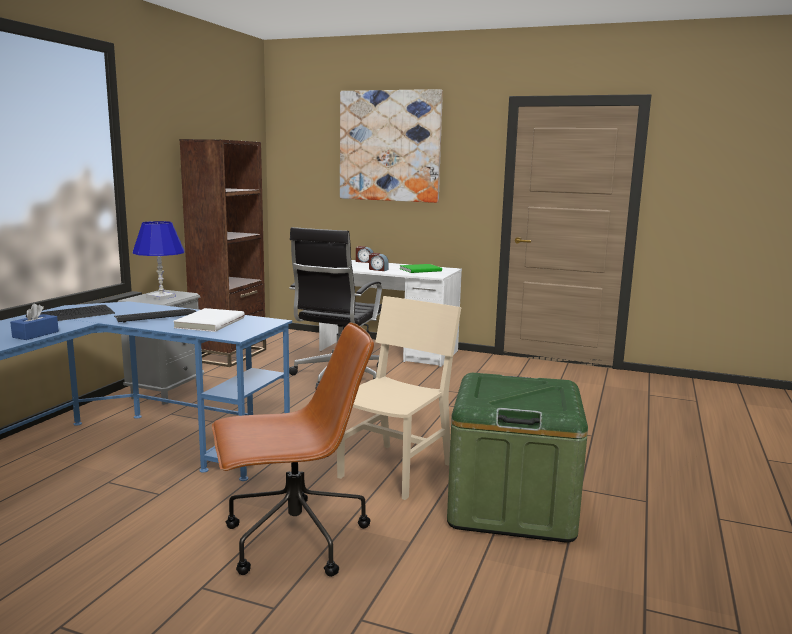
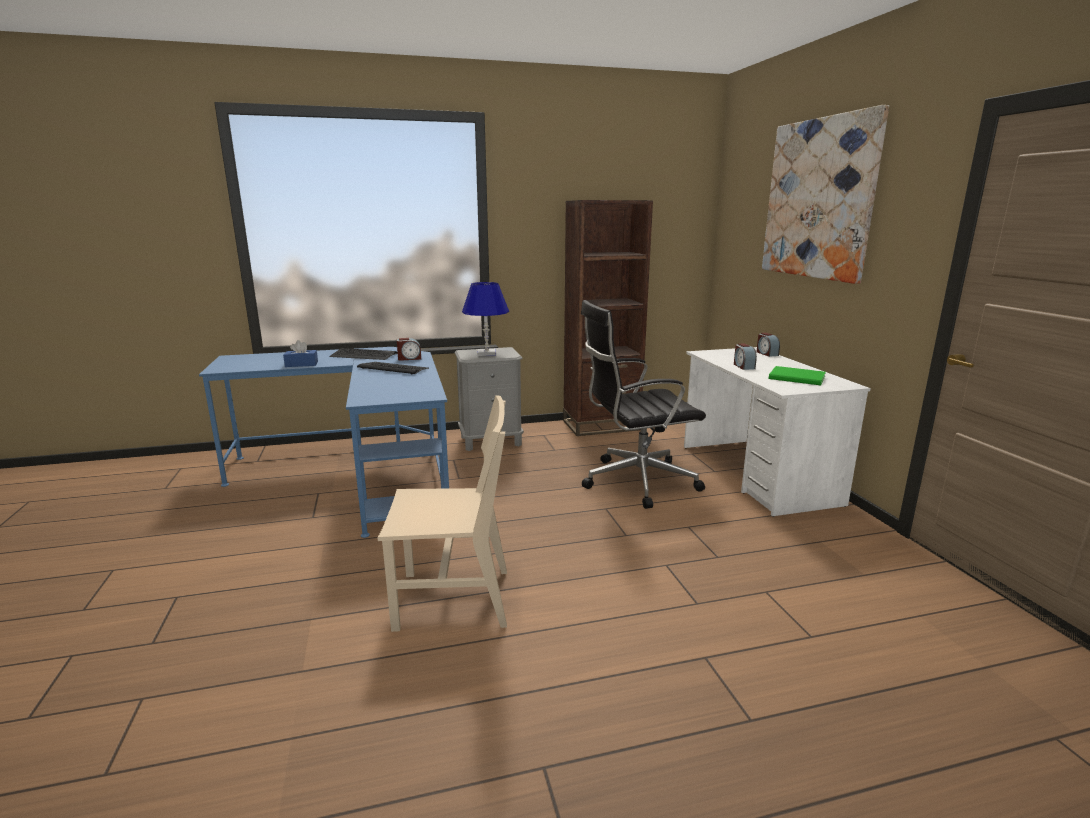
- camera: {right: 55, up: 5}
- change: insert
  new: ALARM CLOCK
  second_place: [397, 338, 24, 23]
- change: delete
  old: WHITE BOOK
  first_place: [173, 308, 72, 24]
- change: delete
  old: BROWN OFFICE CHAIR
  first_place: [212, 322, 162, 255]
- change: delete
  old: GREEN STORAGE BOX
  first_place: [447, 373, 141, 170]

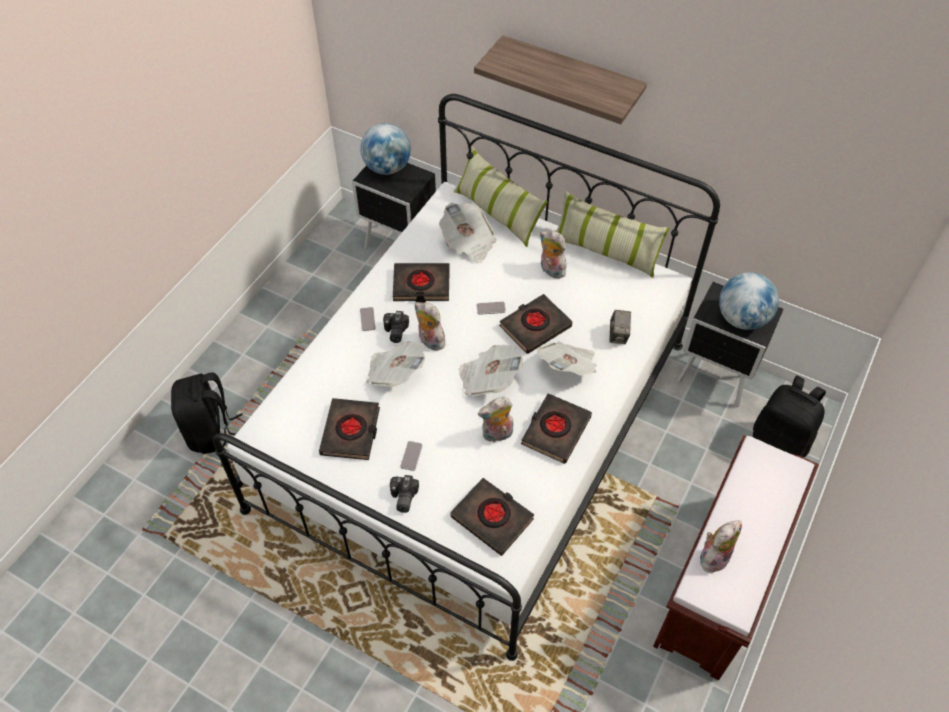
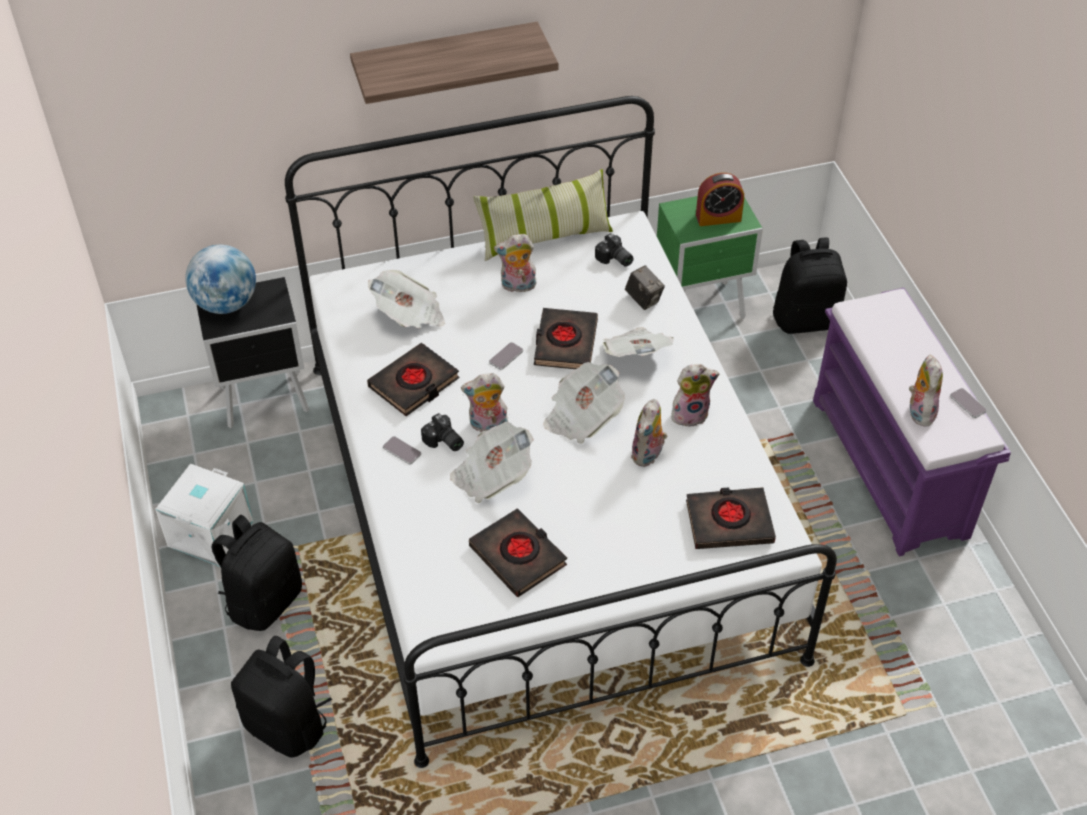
- camera: {right: -45, up: -5}
- change: insert
  new: WHITE STORAGE BOX
  second_place: [155, 463, 98, 104]
- change: insert
  new: BLACK BACKPACK
  second_place: [212, 515, 90, 116]
- change: move
  old: PHOTO CAMERA
  first_place: [390, 475, 29, 38]
  second_place: [595, 233, 39, 34]
- change: recolor
  old: BLACK NIGHTSTAND
  new: GREEN NIGHTSTAND
  first_place: [677, 282, 107, 125]
  second_place: [657, 196, 106, 123]
- change: replace
  old: BLACK BOOK
  new: PLUSH TOY
  first_place: [521, 393, 71, 71]
  second_place: [671, 364, 48, 63]
- change: replace
  old: GLOBE
  new: ALARM CLOCK
  first_place: [719, 272, 60, 58]
  second_place: [696, 173, 48, 53]
- change: recolor
  old: BROWN BENCH
  new: PURPLE BENCH
  first_place: [653, 435, 166, 245]
  second_place: [813, 288, 198, 268]
- change: move
  old: PHONE
  first_place: [400, 441, 23, 30]
  second_place: [950, 388, 37, 30]
- change: delete
  old: PILLOW
  first_place: [454, 146, 94, 101]

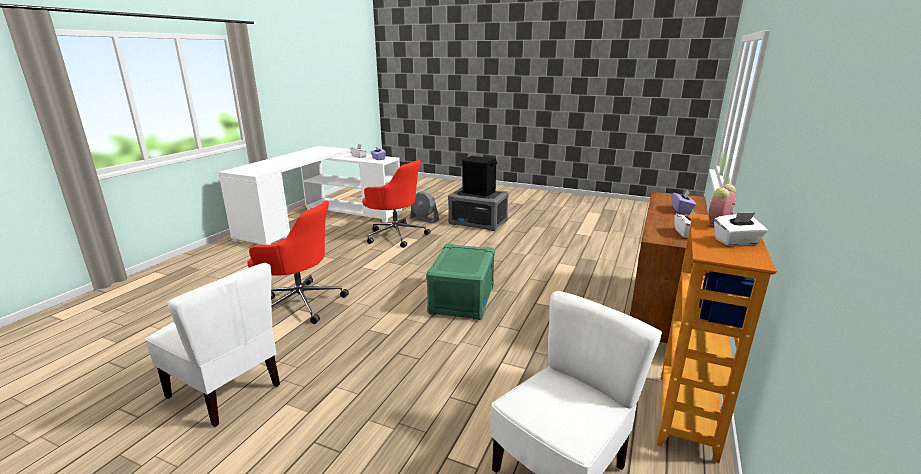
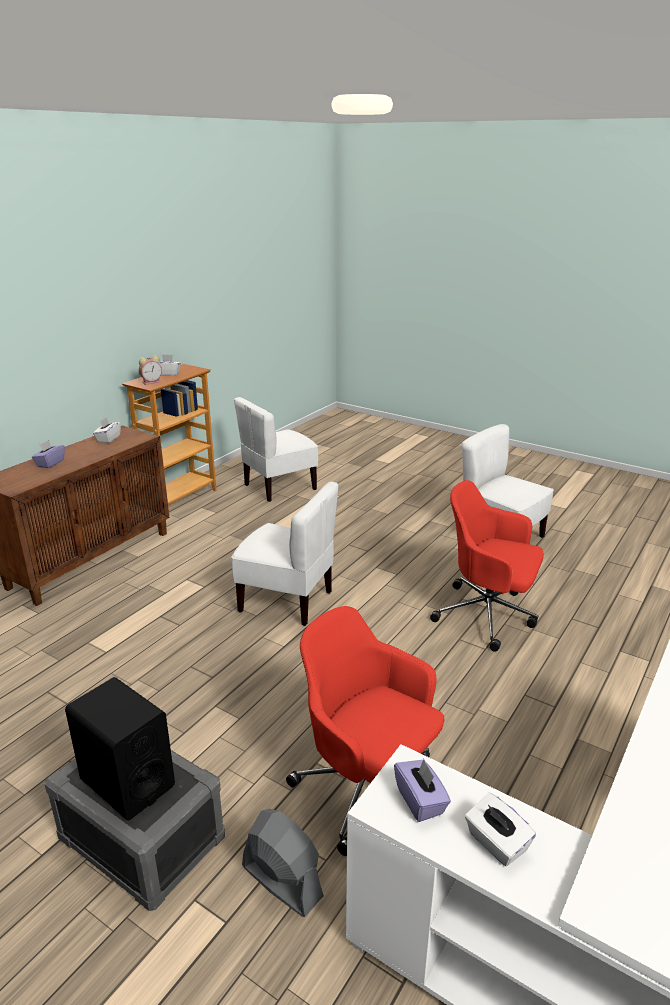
- camera: {right: -170, up: 5}
- change: replace
  old: GREEN STORAGE BOX
  new: WHITE CHAIR
  first_place: [426, 244, 69, 76]
  second_place: [231, 481, 108, 145]

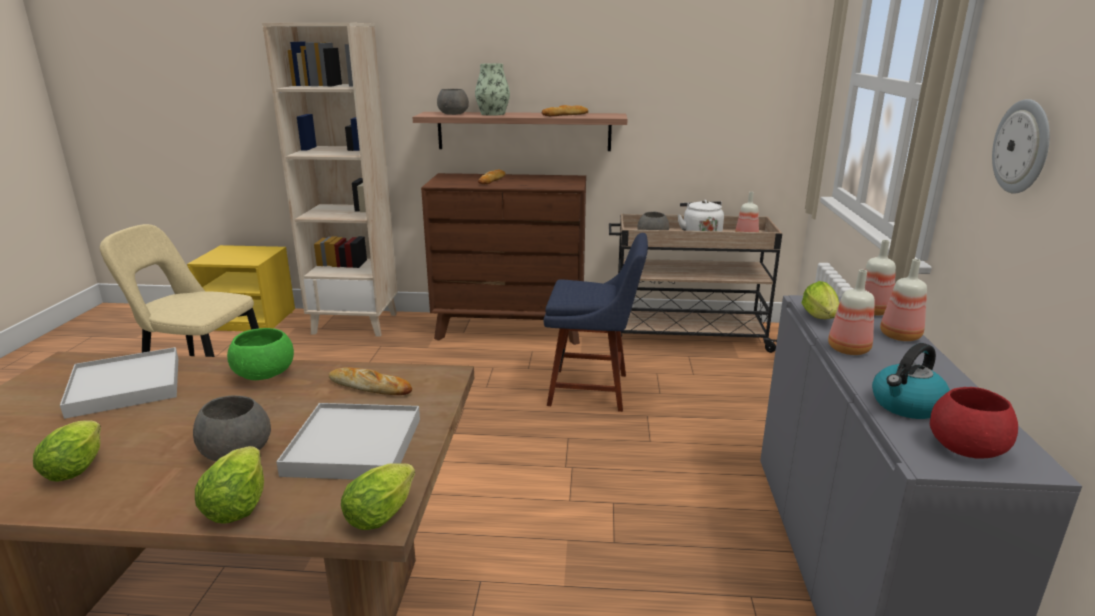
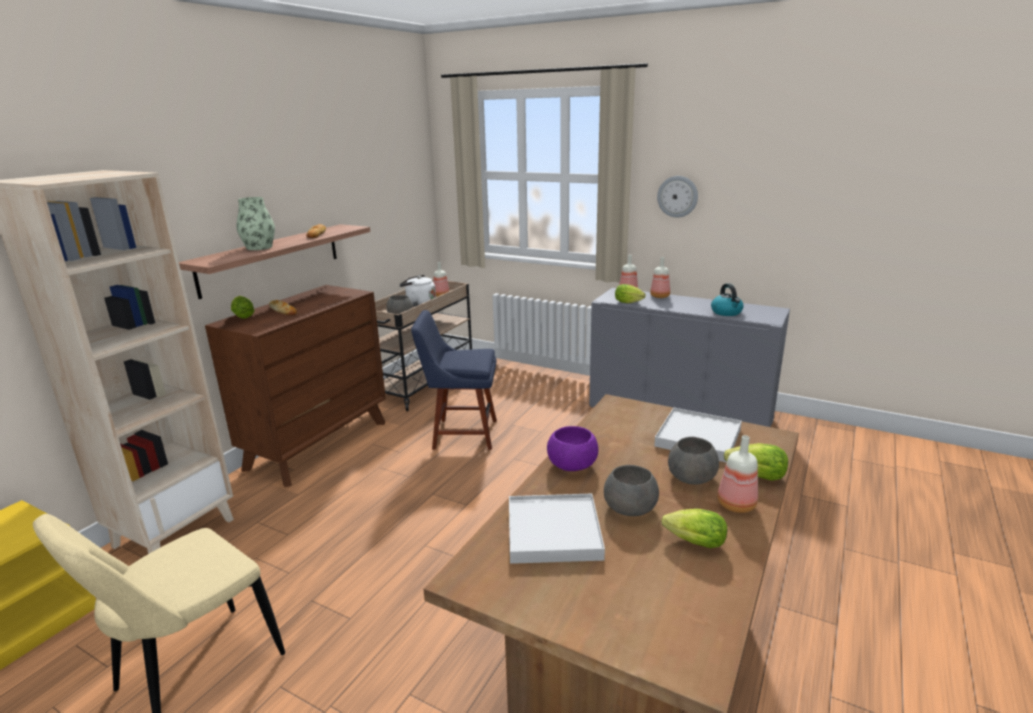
- camera: {right: -65, up: 0}
- change: move
  old: LETTUCE
  first_place: [341, 463, 74, 67]
  second_place: [231, 296, 24, 22]
- change: rotate
  old: BLUE CHAIR
  first_place: [544, 233, 104, 179]
  second_place: [411, 310, 86, 140]
  degrees: -120
- change: recolor
  old: GREEN BOWL
  new: PURPLE BOWL
  first_place: [227, 328, 67, 52]
  second_place: [547, 426, 51, 45]
- change: move
  old: GREY BOWL
  first_place: [437, 89, 32, 26]
  second_place: [604, 465, 55, 51]
- change: move
  old: BOTTLE
  first_place: [828, 270, 47, 85]
  second_place: [717, 435, 41, 78]
- change: delete
  old: BREAD
  first_place: [329, 367, 83, 28]
- change: delete
  old: RED BOWL
  first_place: [930, 387, 88, 72]

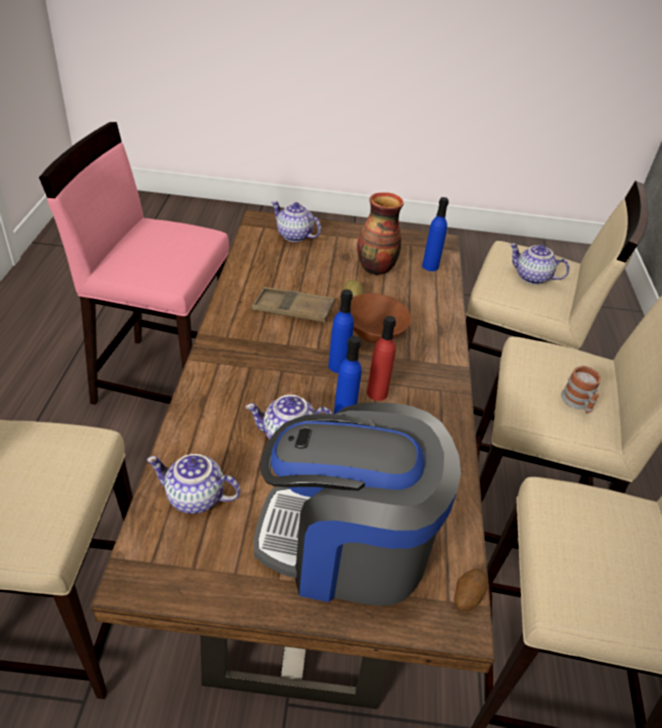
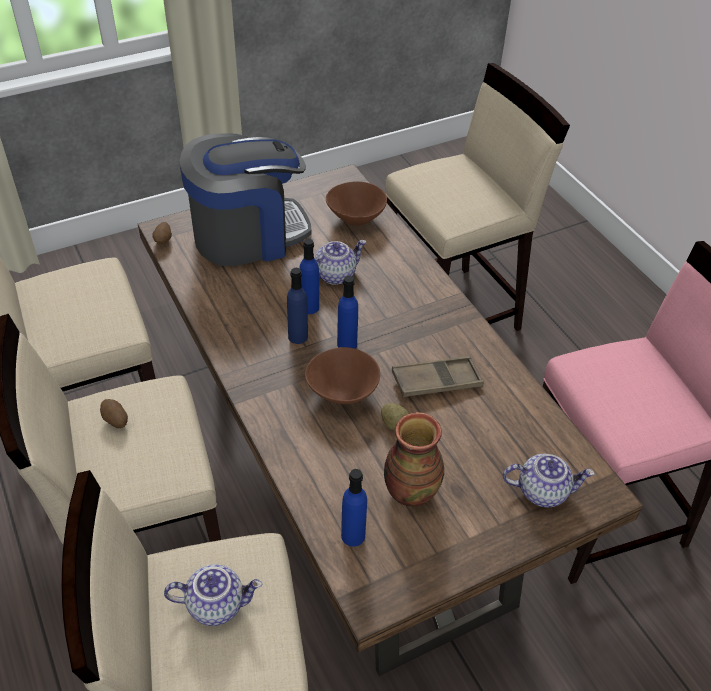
- camera: {right: 150, up: 5}
- change: replace
  old: MUG
  new: POTATO
  first_place: [561, 366, 40, 48]
  second_place: [100, 399, 28, 29]
- change: recolor
  old: RED BOTTLE
  new: BLUE BOTTLE
  first_place: [367, 316, 29, 85]
  second_place: [287, 268, 21, 76]
- change: replace
  old: TEAPOT
  new: BROWN BOWL
  first_place: [147, 454, 93, 60]
  second_place: [326, 181, 61, 45]

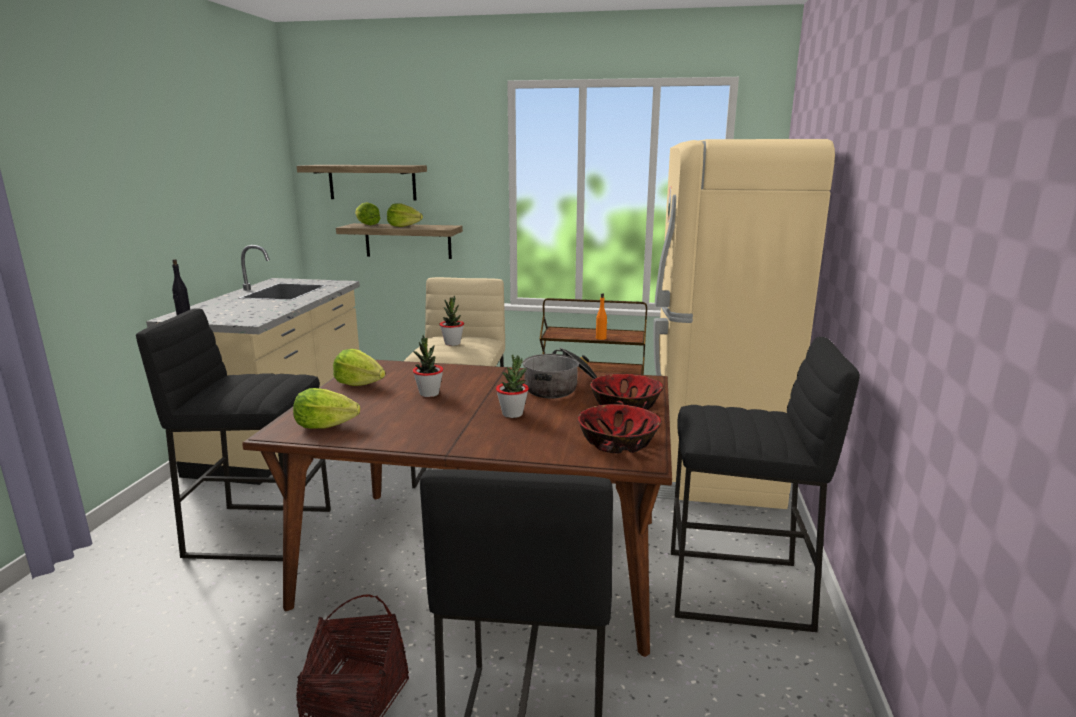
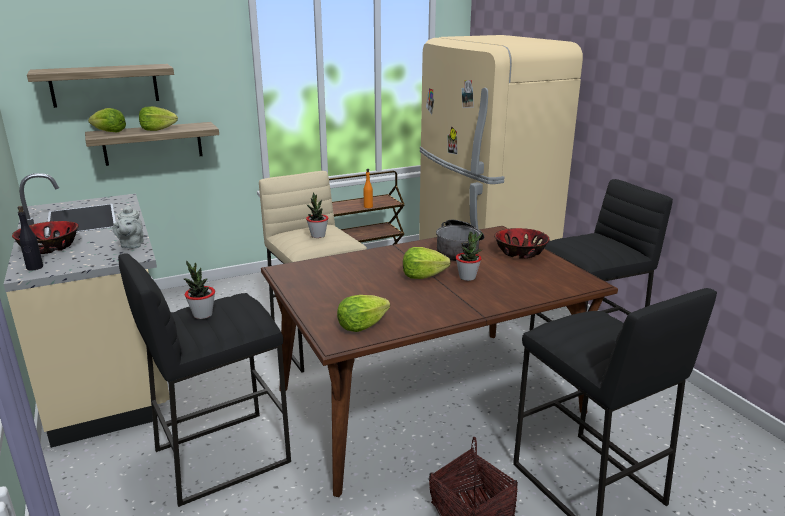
- camera: {right: -35, up: 5}
- change: move
  old: BOWL
  first_place: [578, 404, 84, 50]
  second_place: [12, 221, 67, 33]
- change: insert
  new: GREY TEAPOT
  second_place: [113, 205, 31, 44]
- change: move
  old: POTTED PLANT
  first_place: [413, 335, 30, 62]
  second_place: [184, 260, 31, 59]
- change: move
  old: LETTUCE
  first_place: [333, 349, 52, 37]
  second_place: [403, 247, 48, 32]

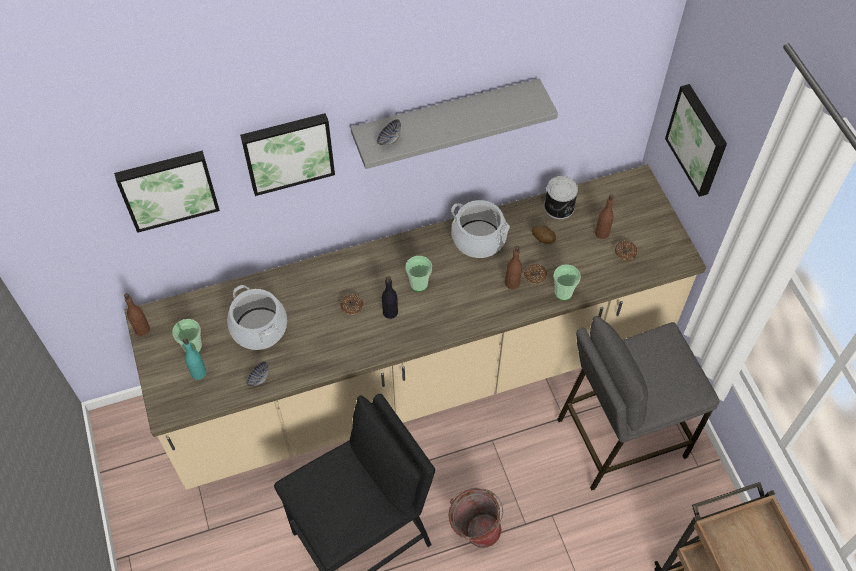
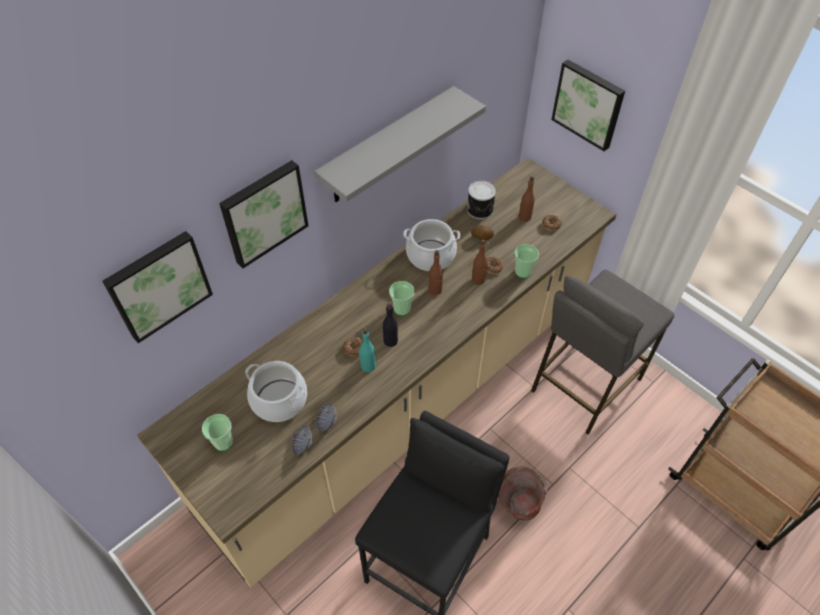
- camera: {right: -25, up: -5}
- change: move
  old: BOWL
  first_place: [377, 119, 24, 26]
  second_place: [316, 403, 21, 28]
- change: move
  old: TURQUOISE BOTTLE
  first_place: [183, 338, 24, 42]
  second_place: [359, 328, 17, 44]
- change: move
  old: BROWN BOTTLE
  first_place: [124, 293, 26, 43]
  second_place: [429, 250, 14, 45]

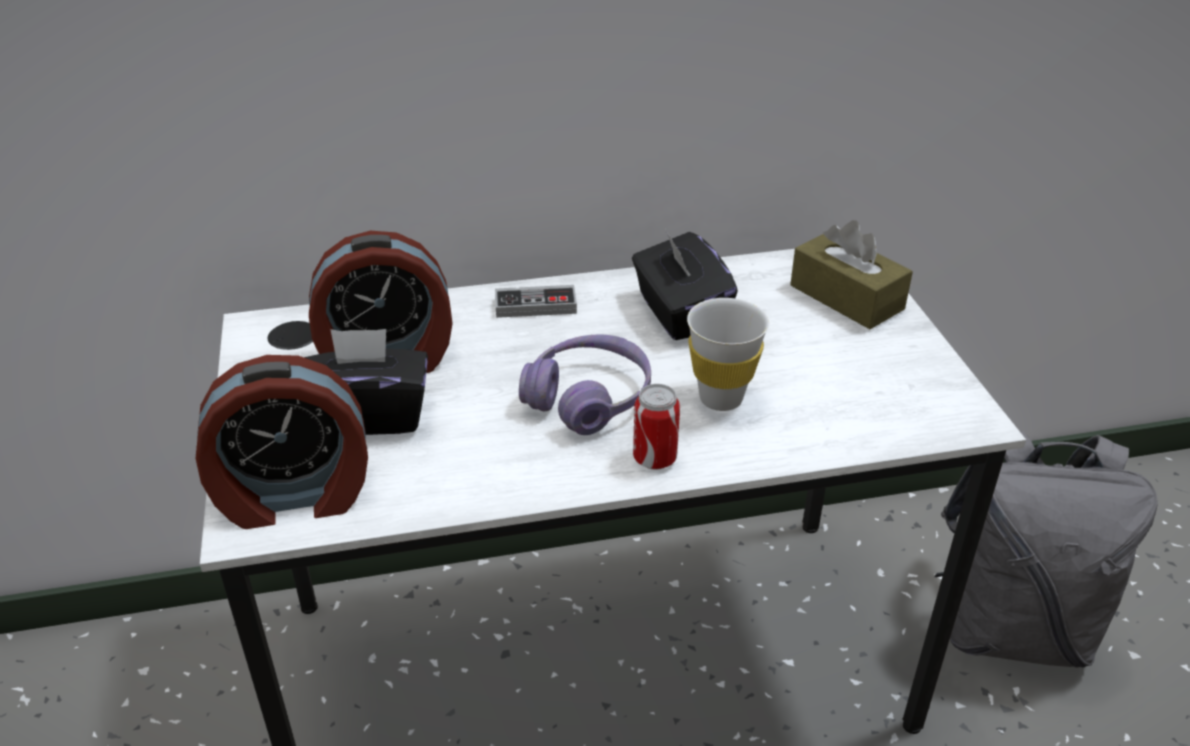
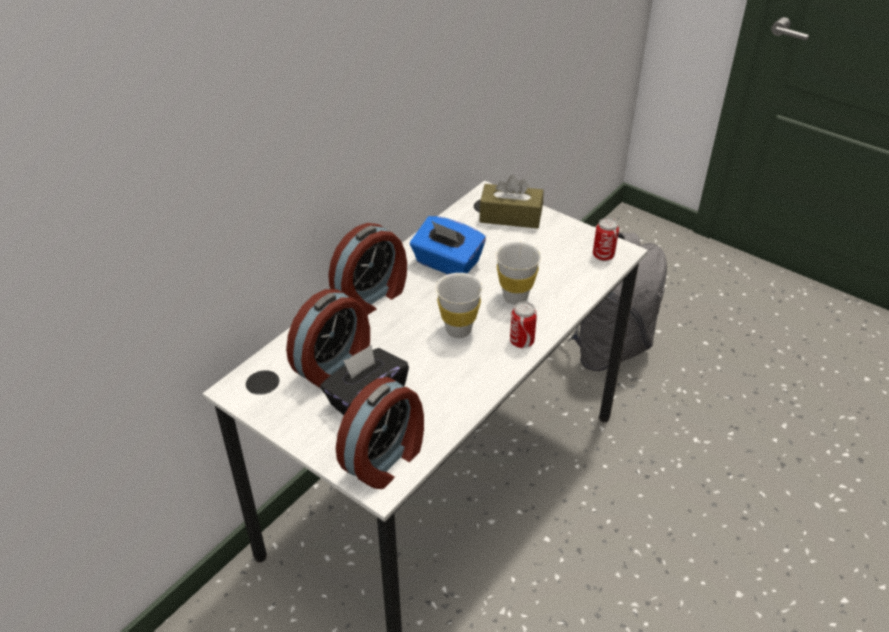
- camera: {right: -40, up: 5}
- change: replace
  old: GAME CONTROLLER
  new: ALARM CLOCK
  first_place: [495, 285, 82, 33]
  second_place: [328, 223, 79, 92]
- change: recolor
  old: BLACK TISSUE BOX
  new: BLUE TISSUE BOX
  first_place: [632, 231, 106, 109]
  second_place: [410, 216, 76, 58]
- change: replace
  old: PURPLE HEADPHONES
  new: WHITE CUP
  first_place: [519, 334, 132, 101]
  second_place: [436, 273, 47, 65]
- change: insert
  new: CAN
  second_place: [593, 218, 26, 43]

